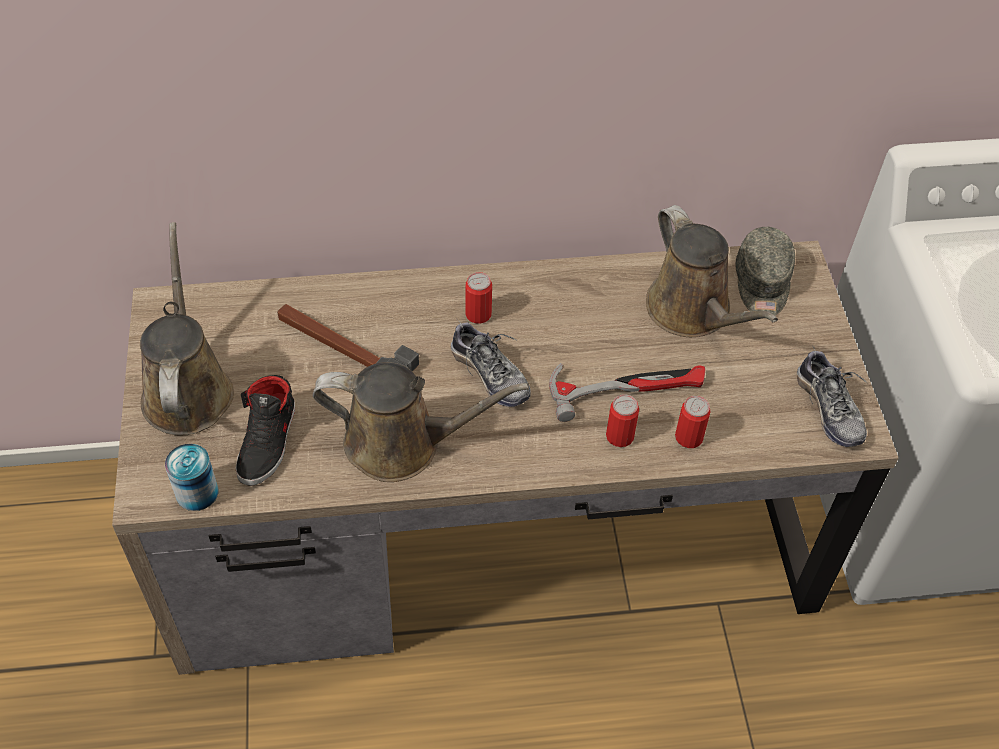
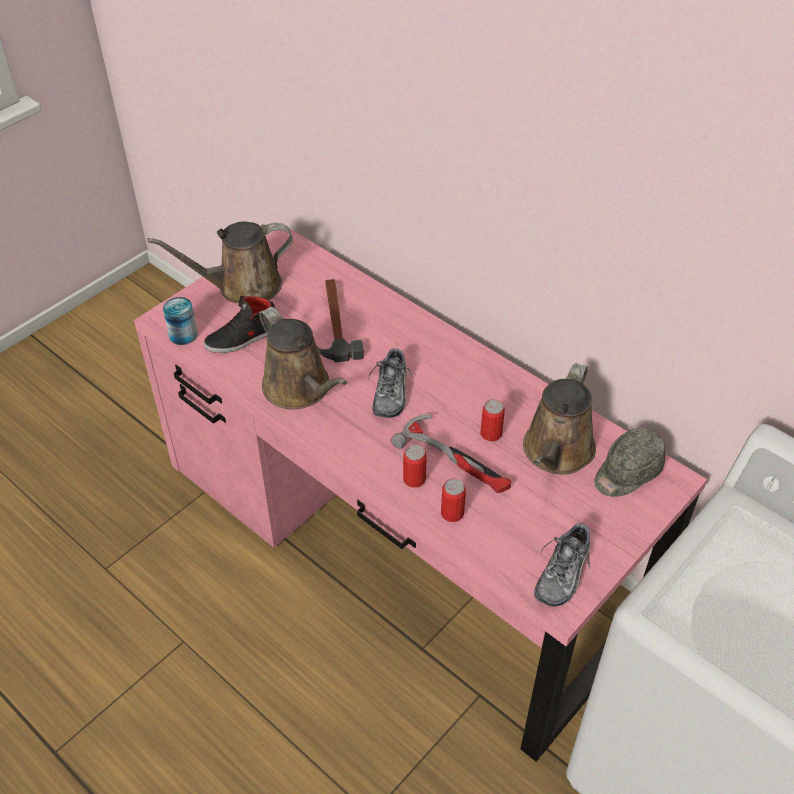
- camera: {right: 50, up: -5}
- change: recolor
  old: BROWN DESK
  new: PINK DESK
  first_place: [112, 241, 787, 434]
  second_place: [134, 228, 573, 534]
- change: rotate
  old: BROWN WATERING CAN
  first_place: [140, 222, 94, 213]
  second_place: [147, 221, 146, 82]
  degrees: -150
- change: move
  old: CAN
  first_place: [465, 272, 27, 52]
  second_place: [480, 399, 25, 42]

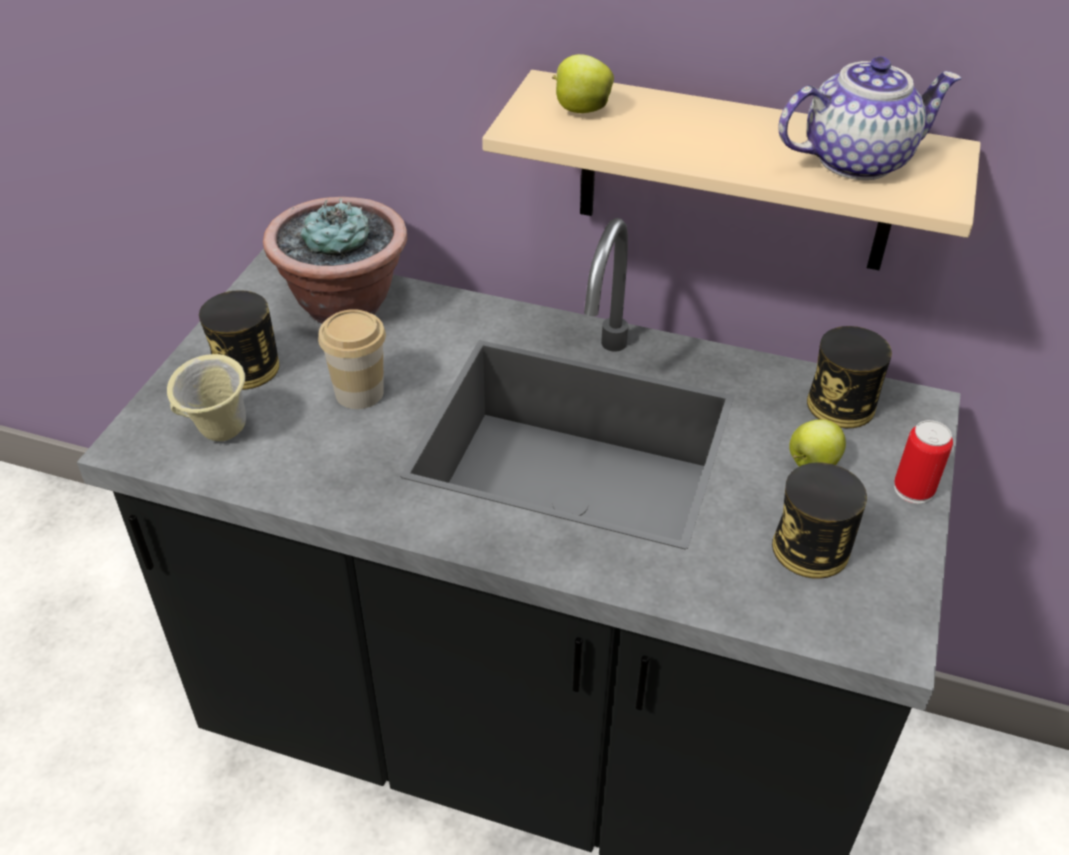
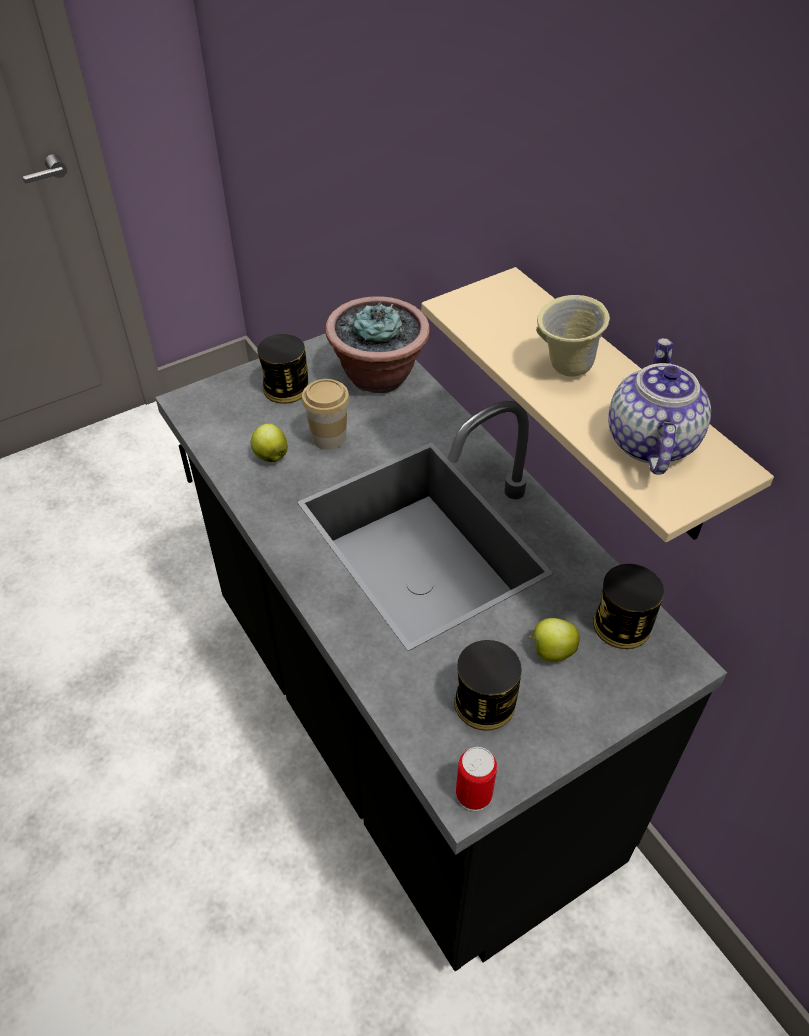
- camera: {right: 40, up: 5}
- change: move
  old: APPLE
  first_place: [552, 54, 62, 59]
  second_place: [251, 423, 37, 39]
- change: move
  old: CAN
  first_place: [894, 420, 59, 84]
  second_place: [456, 747, 41, 64]
- change: move
  old: BEIGE MUG
  first_place: [167, 354, 79, 87]
  second_place: [536, 295, 74, 82]
- change: rotate
  old: TEAPOT
  first_place: [778, 56, 184, 124]
  second_place: [608, 338, 103, 137]
  degrees: -105

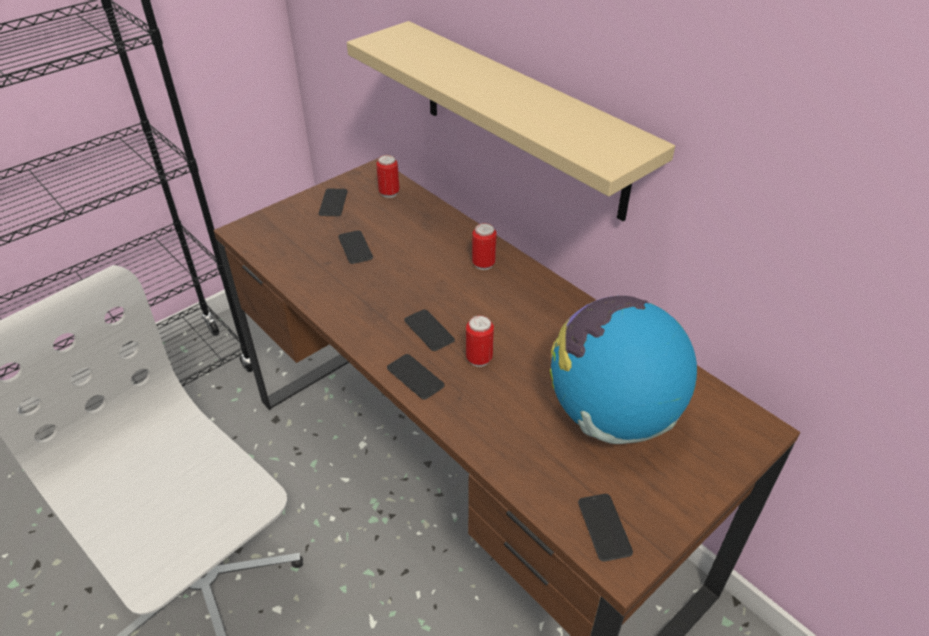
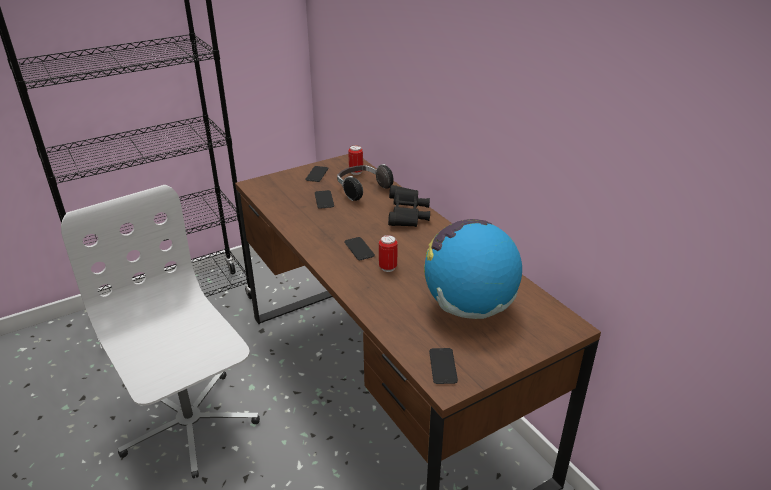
- camera: {right: 10, up: -10}
- change: insert
  new: HEADPHONES
  second_place: [337, 164, 57, 37]
- change: replace
  old: CAN
  new: BLACK BINOCULARS
  first_place: [472, 223, 25, 47]
  second_place: [388, 185, 42, 42]
- change: delete
  old: BEIGE SHELF
  first_place: [347, 21, 328, 201]
- change: delete
  old: PHONE
  first_place: [387, 354, 58, 46]

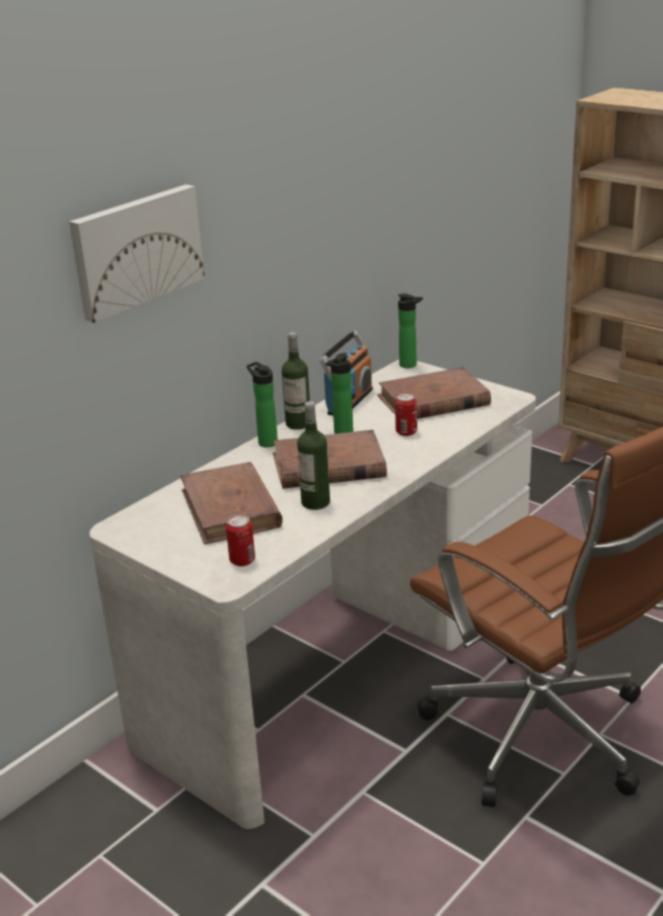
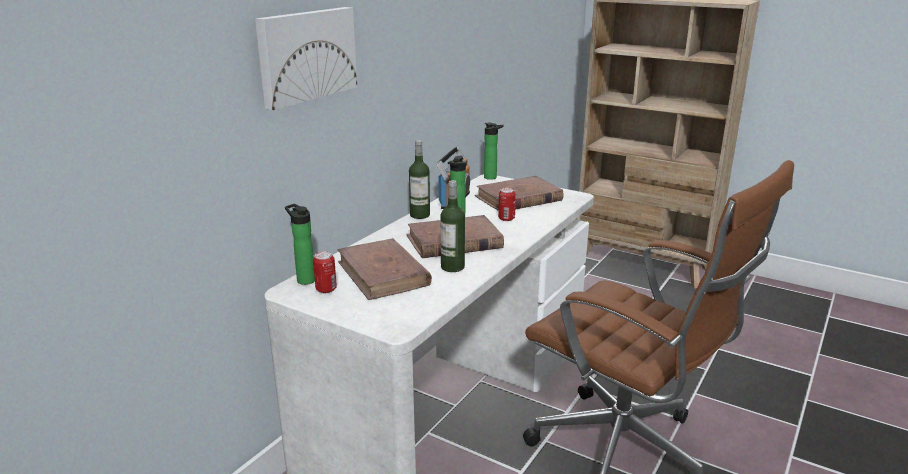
- camera: {right: -10, up: -5}
- change: move
  old: BOTTLE
  first_place: [247, 362, 31, 85]
  second_place: [285, 204, 30, 81]
- change: move
  old: CAN
  first_place: [226, 515, 29, 51]
  second_place: [313, 251, 24, 42]

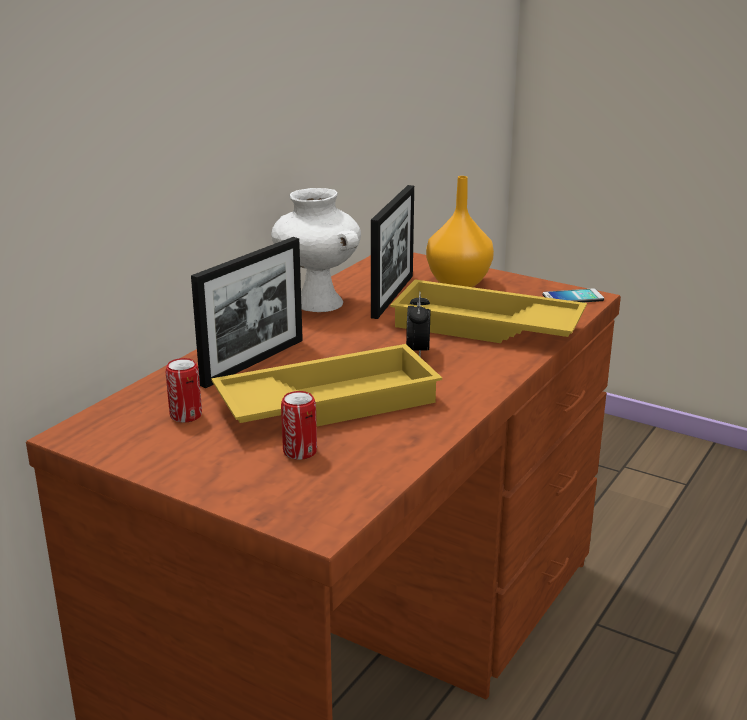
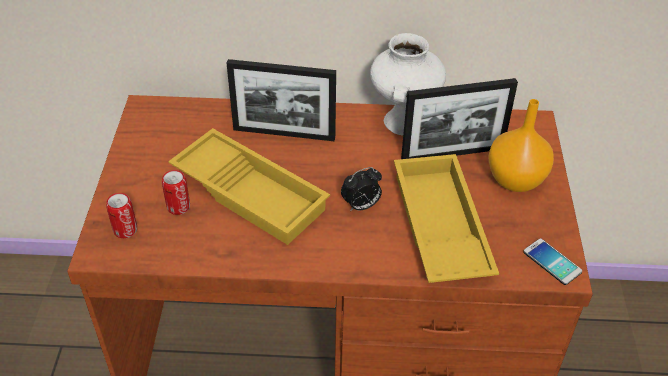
- camera: {right: 60, up: 20}
- change: move
  old: CAN
  first_place: [166, 358, 36, 65]
  second_place: [106, 193, 31, 45]

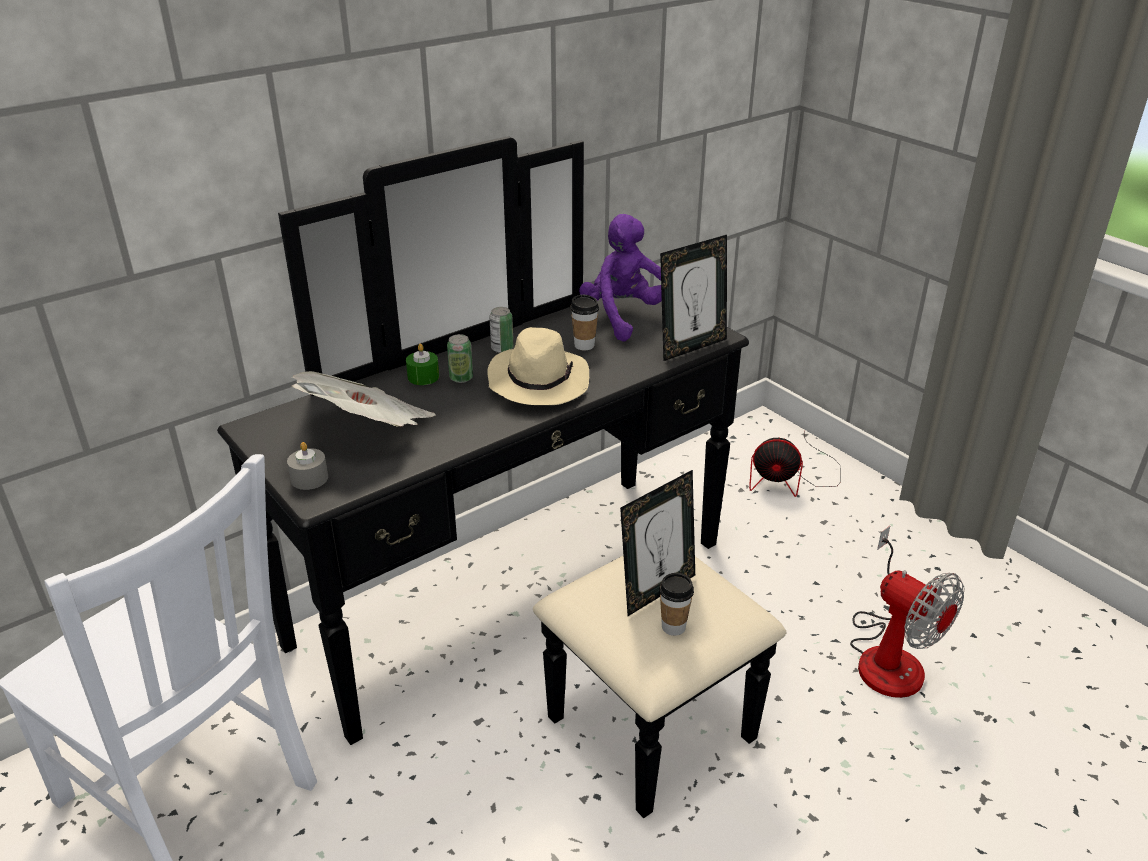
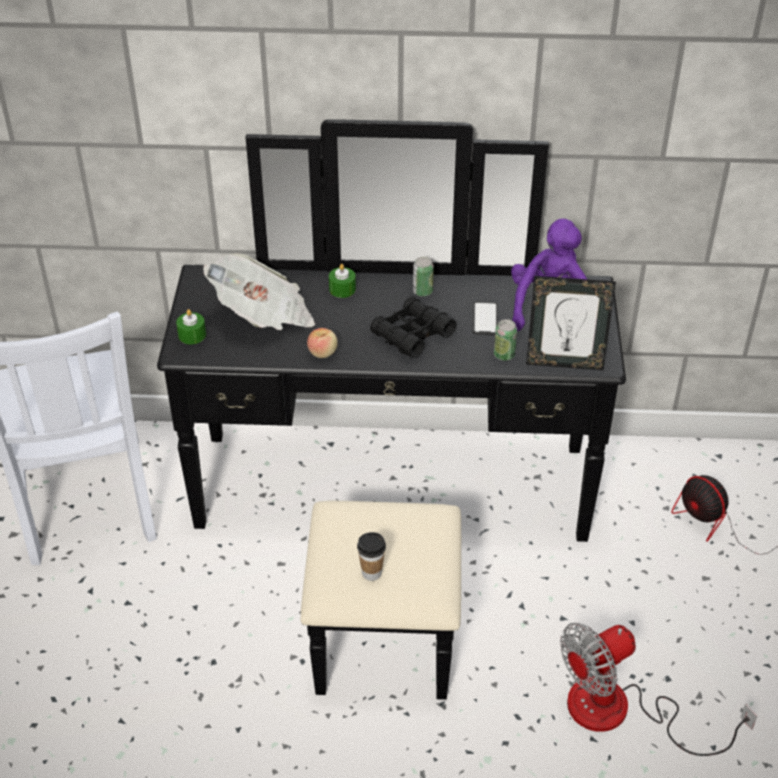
- camera: {right: 40, up: 10}
- change: recolor
  old: GREY CANDLE
  new: GREEN CANDLE
  first_place: [287, 442, 41, 48]
  second_place: [176, 309, 30, 35]
- change: insert
  new: APPLE
  second_place: [307, 328, 31, 30]
- change: replace
  old: BEIGE HAT
  new: BLACK BINOCULARS
  first_place: [487, 327, 102, 78]
  second_place: [370, 296, 86, 62]
- change: replace
  old: CUP
  new: PHONE
  first_place: [570, 295, 29, 55]
  second_place: [473, 301, 25, 34]
- change: move
  old: CAN
  first_place: [447, 334, 26, 49]
  second_place: [494, 319, 23, 42]
- change: rotate
  old: FAN
  first_place: [850, 526, 114, 172]
  second_place: [560, 623, 197, 133]
  degrees: 60
- change: delete
  old: PICTURE FRAME
  first_place: [620, 470, 75, 146]

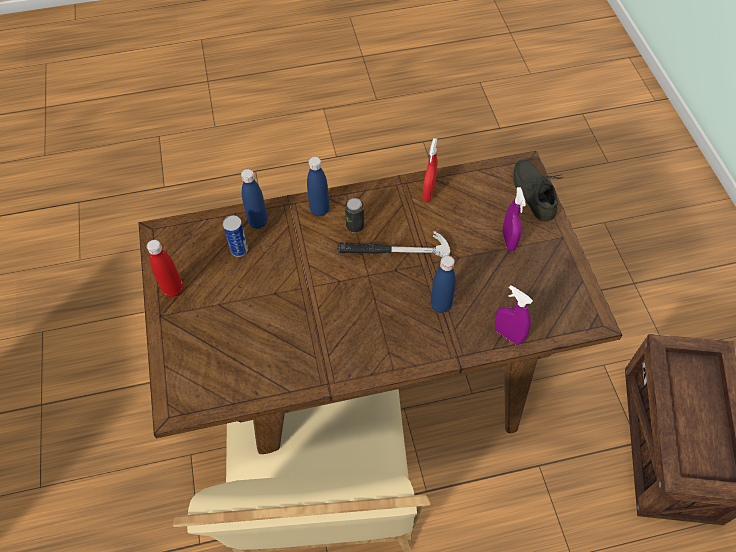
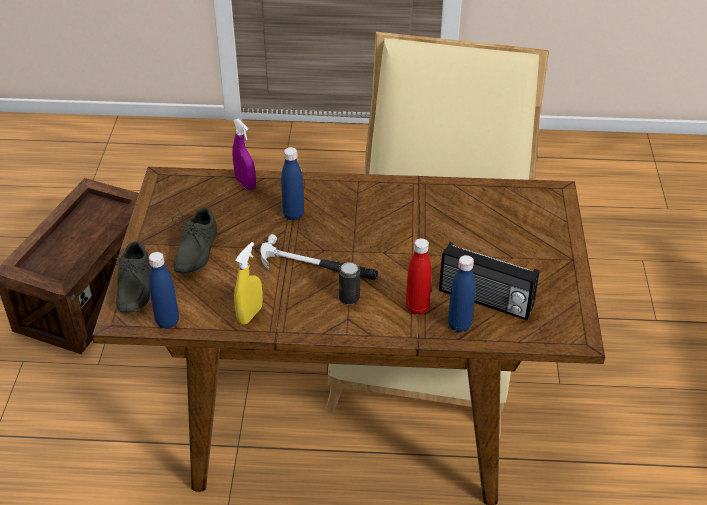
- camera: {right: -165, up: -15}
- change: move
  old: BLUE BOTTLE
  first_place: [307, 156, 22, 60]
  second_place: [149, 252, 30, 77]
- change: replace
  old: PURPLE SPRAY BOTTLE
  new: GREY SHOE
  first_place: [502, 187, 24, 64]
  second_place: [172, 208, 45, 66]
- change: recolor
  old: RED SPRAY BOTTLE
  new: YELLOW SPRAY BOTTLE
  first_place: [422, 138, 16, 64]
  second_place: [234, 242, 29, 83]
- change: move
  old: RED BOTTLE
  first_place: [147, 240, 36, 58]
  second_place: [406, 238, 26, 77]
- change: replace
  old: CAN
  new: RADIO
  first_place: [223, 216, 25, 41]
  second_place: [439, 242, 101, 78]

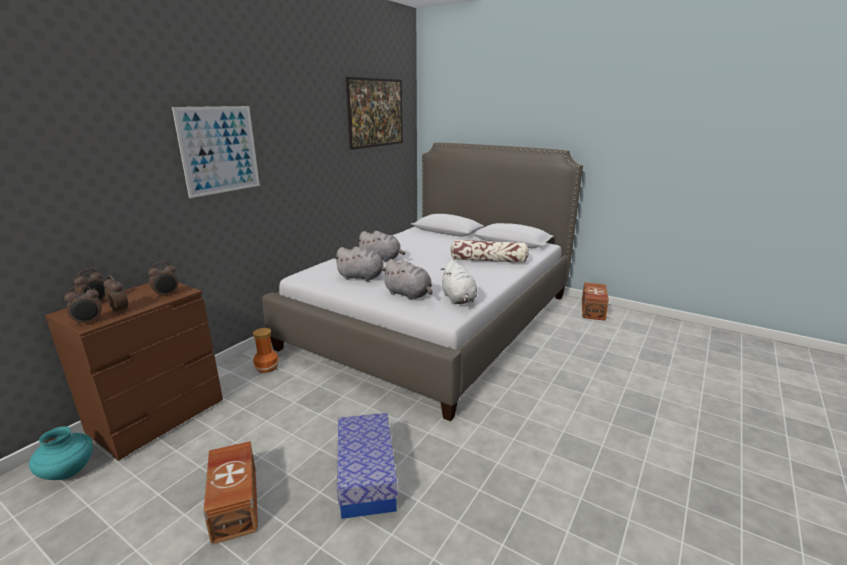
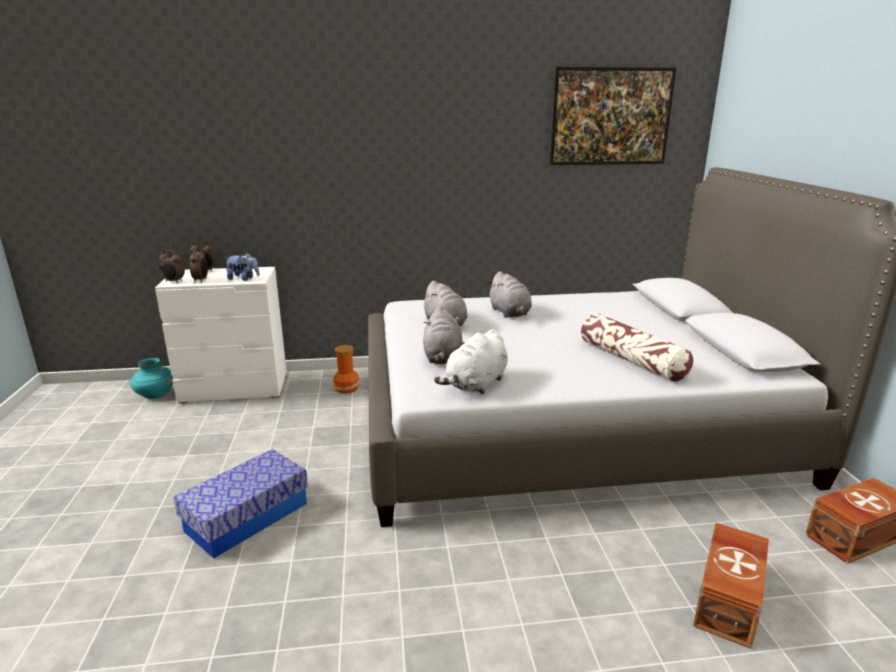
- camera: {right: 50, up: 0}
- change: recolor
  old: BROWN DRESSER
  new: WHITE DRESSER
  first_place: [45, 283, 178, 178]
  second_place: [155, 267, 132, 136]
- change: replace
  old: ALARM CLOCK
  new: PLUSH TOY
  first_place: [148, 262, 30, 36]
  second_place: [225, 253, 35, 28]
- change: move
  old: BROWN STORAGE BOX
  first_place: [203, 441, 55, 104]
  second_place: [693, 523, 76, 126]
- change: delete
  old: PICTURE
  first_place: [172, 106, 88, 92]

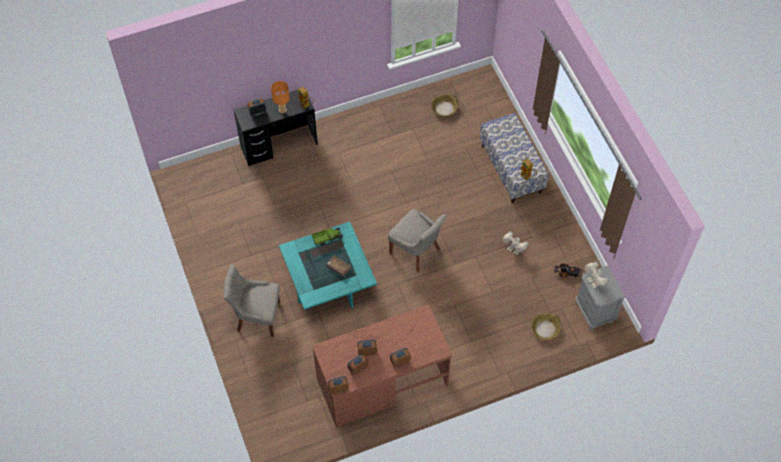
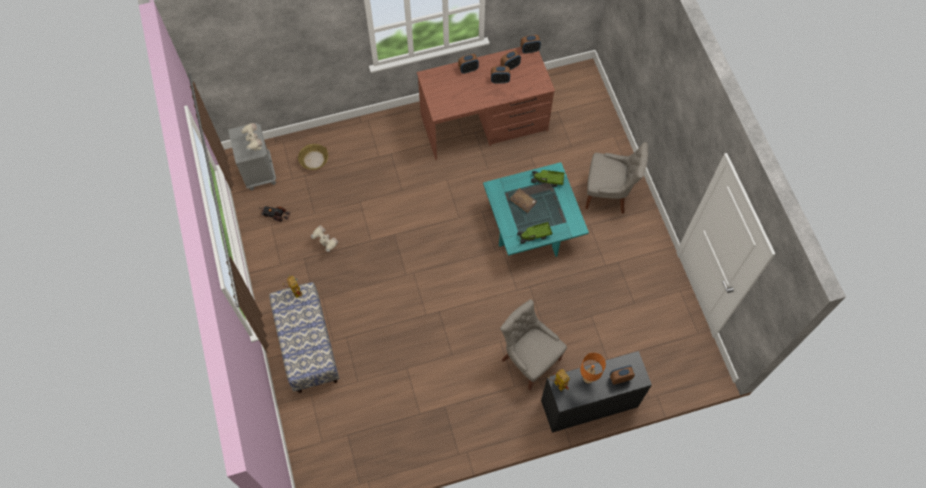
- camera: {right: -175, up: 5}
- change: move
  old: GREY CHAIR
  first_place: [388, 209, 59, 63]
  second_place: [500, 299, 67, 91]
- change: insert
  new: TOY TRUCK
  second_place: [531, 170, 34, 17]
- change: delete
  old: BASKET
  first_place: [432, 94, 26, 23]

